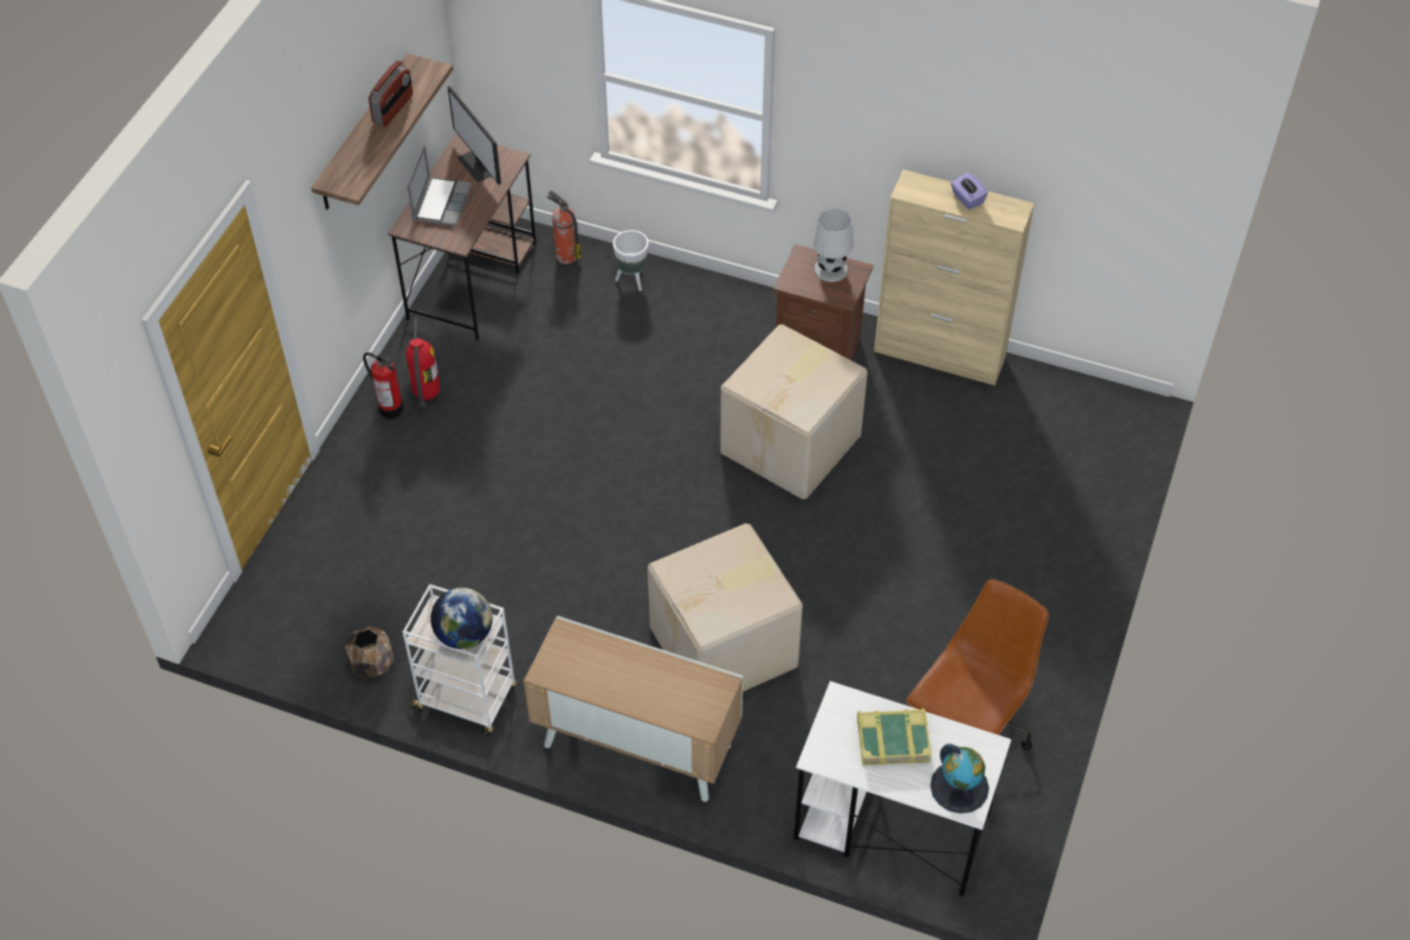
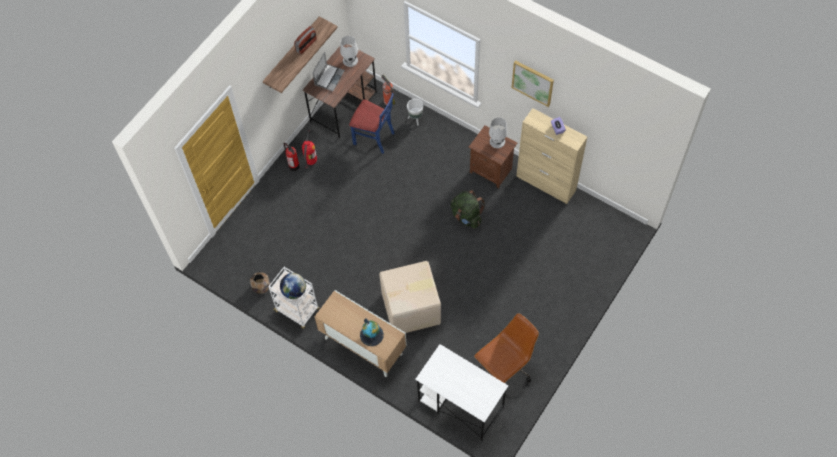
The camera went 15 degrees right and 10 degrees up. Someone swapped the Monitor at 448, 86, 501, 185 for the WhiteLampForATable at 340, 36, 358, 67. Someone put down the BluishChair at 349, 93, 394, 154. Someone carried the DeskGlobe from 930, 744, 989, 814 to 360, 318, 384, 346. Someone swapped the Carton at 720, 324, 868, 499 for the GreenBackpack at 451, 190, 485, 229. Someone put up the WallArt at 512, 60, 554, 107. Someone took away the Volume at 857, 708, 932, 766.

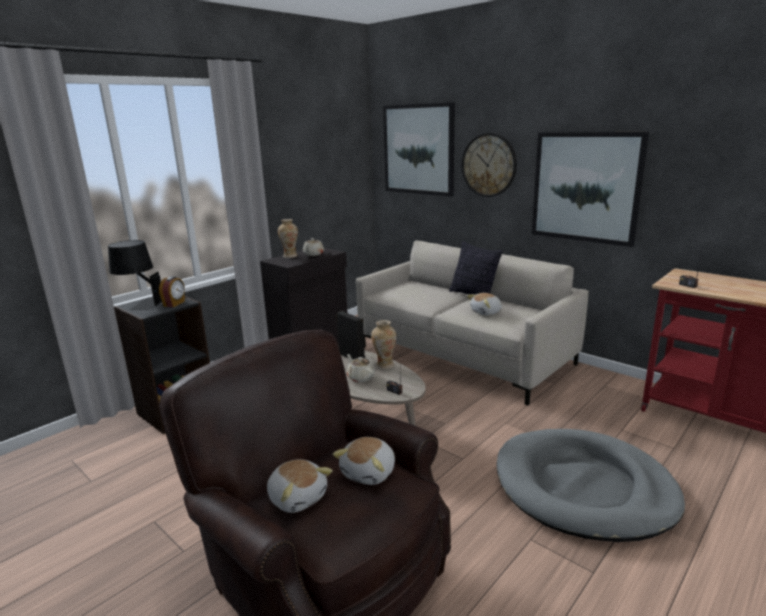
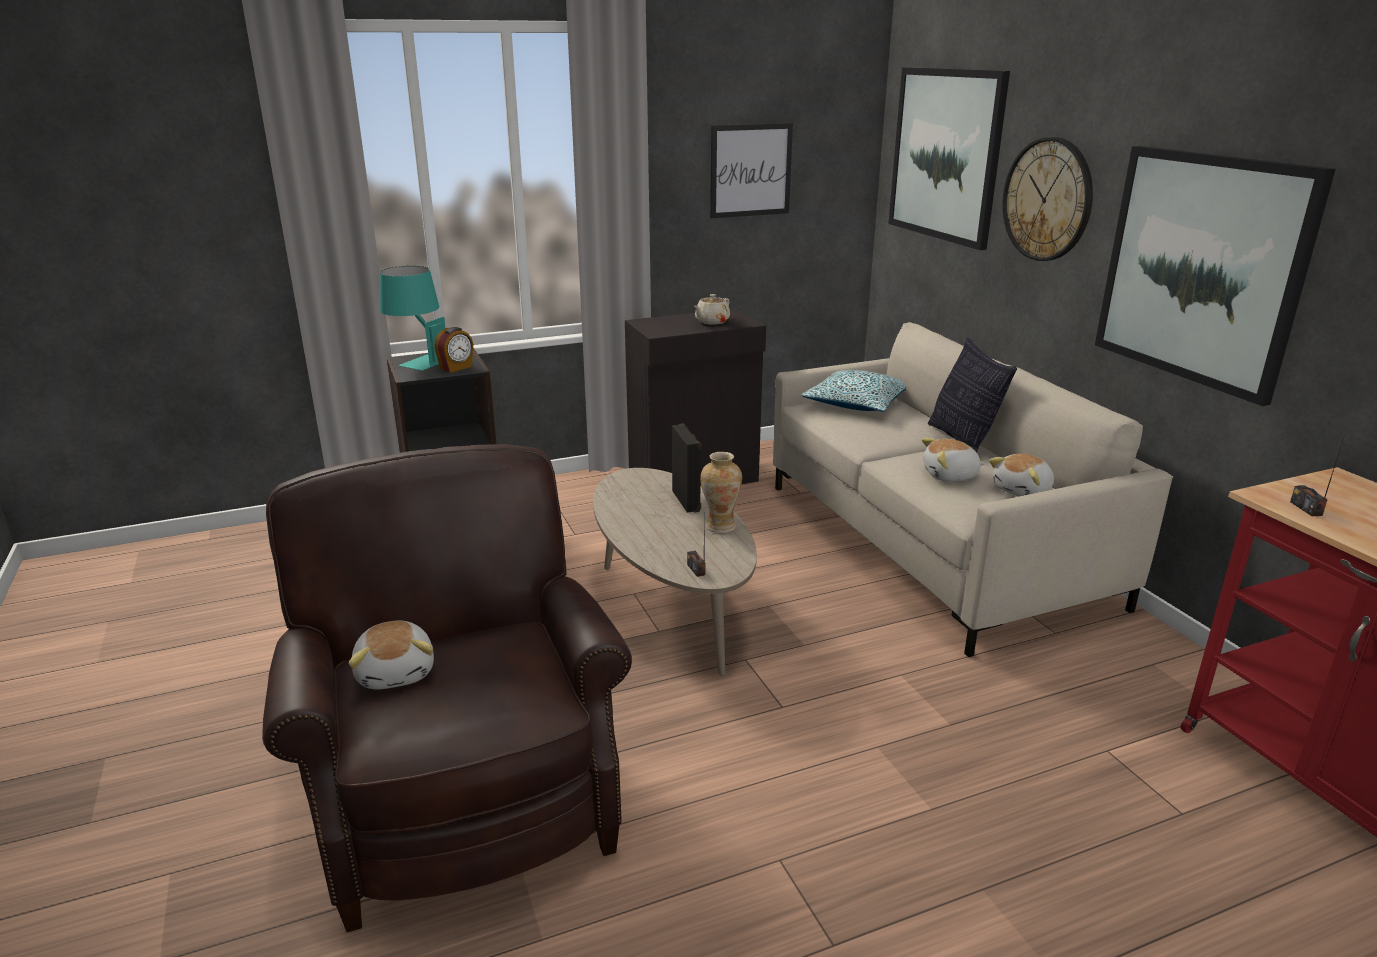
The camera went 25 degrees right and 5 degrees up. Someone repainted the BlackLampForATable at 108, 240, 162, 310, which became the TurquoiseColouredLampForATable at 380, 266, 446, 371. Someone put up the WallArt at 710, 123, 793, 218. Someone put down the Cushion at 801, 370, 906, 412. Someone carried the CuddlyToy from 333, 437, 395, 485 to 989, 454, 1054, 497. Someone took away the FlowerVase at 278, 219, 298, 258. Someone took away the BeigeColouredTeaPot at 347, 354, 375, 382. Someone took away the GreyDogCushion at 497, 429, 685, 542.

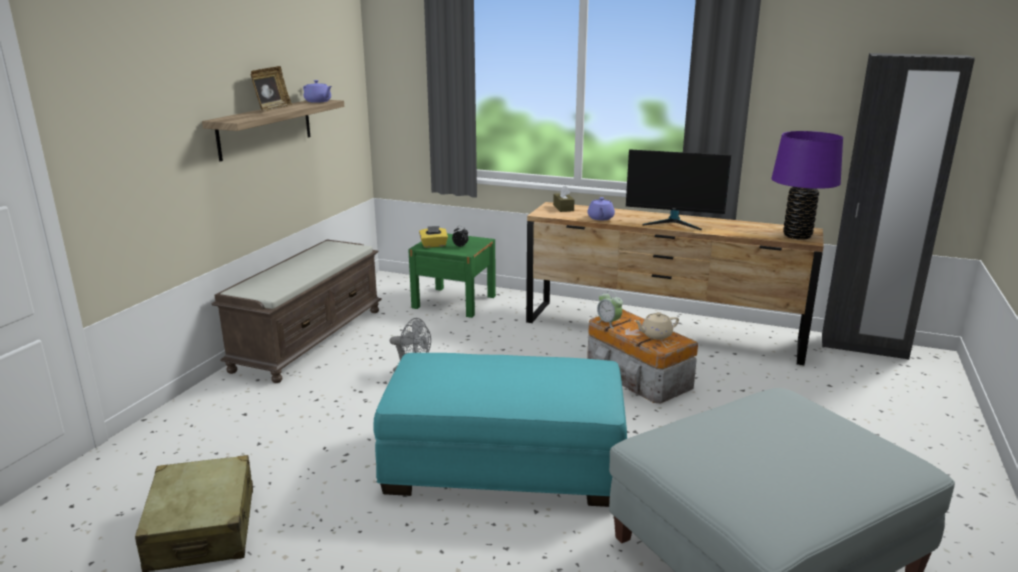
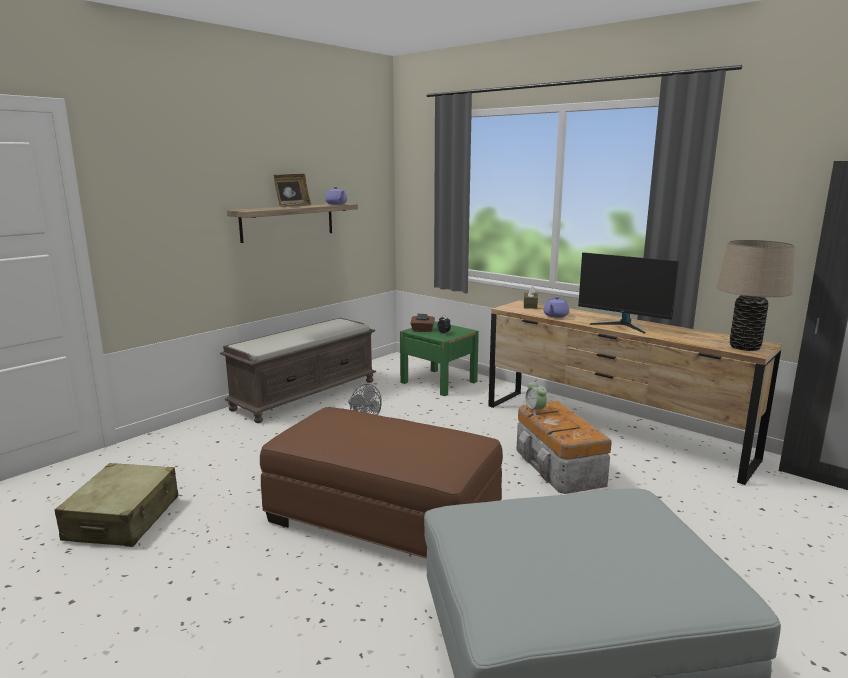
The camera went 20 degrees right and 5 degrees down. Someone repainted the TurquoiseColouredOttoman at 373, 353, 627, 507, which became the BrownColouredOttoman at 260, 407, 503, 559. Someone repainted the YellowishTissueBox at 419, 226, 448, 248, which became the BrownColouredTissueBox at 410, 313, 435, 332. Someone repainted the PurpleColouredLampForATable at 771, 131, 843, 240, which became the BeigeColouredLampForATable at 717, 240, 795, 351. Someone took away the BeigeColouredTeaPot at 634, 312, 679, 339.

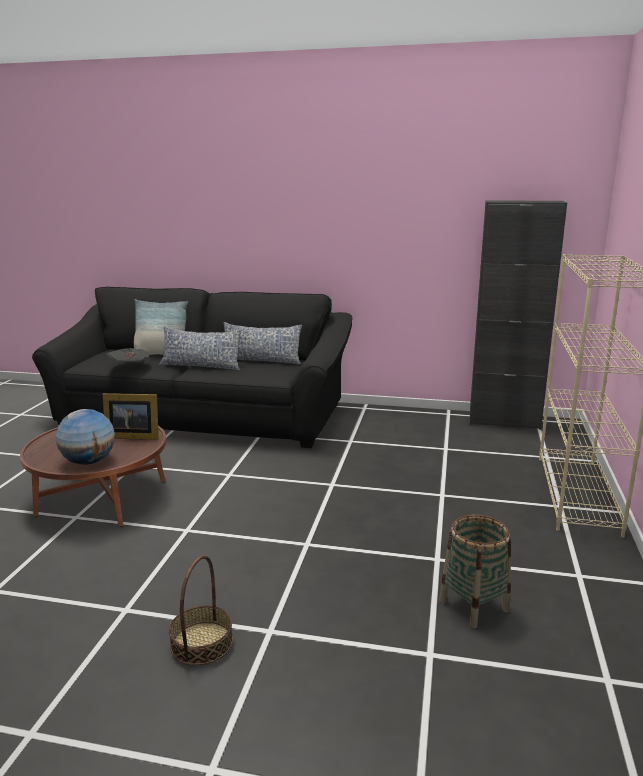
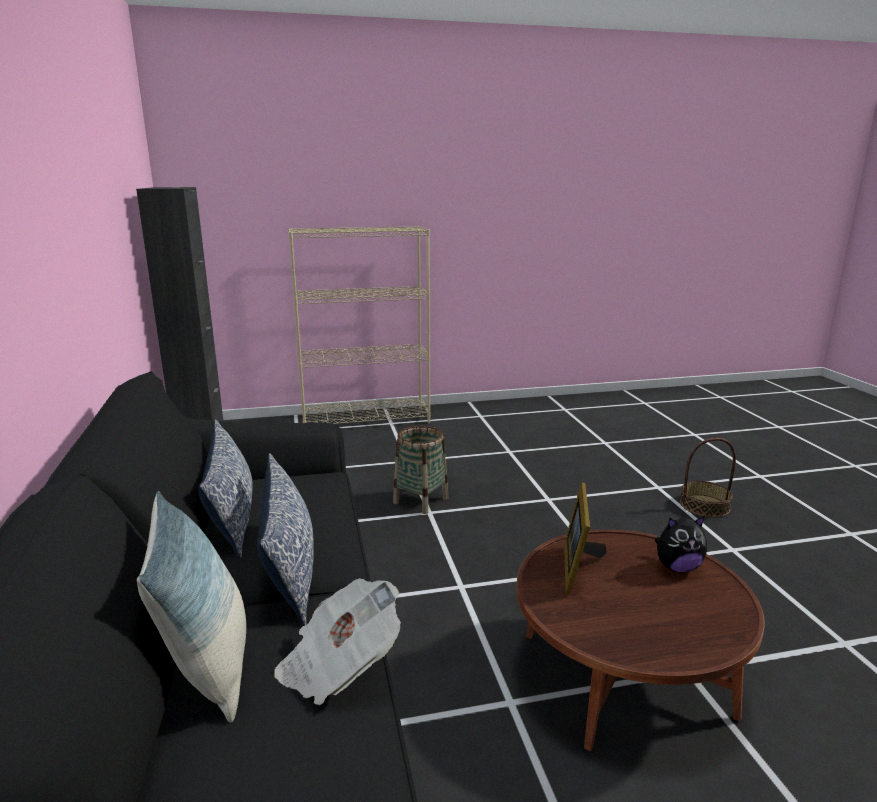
The camera went 115 degrees left and 0 degrees up. Someone carried the StorageBasket from 439, 514, 511, 628 to 393, 426, 448, 514. Someone rotated the PictureFrame at 103, 393, 159, 440 by 150 degrees counterclockwise. Someone swapped the DeskGlobe at 56, 409, 115, 465 for the CuddlyToy at 655, 516, 707, 573.

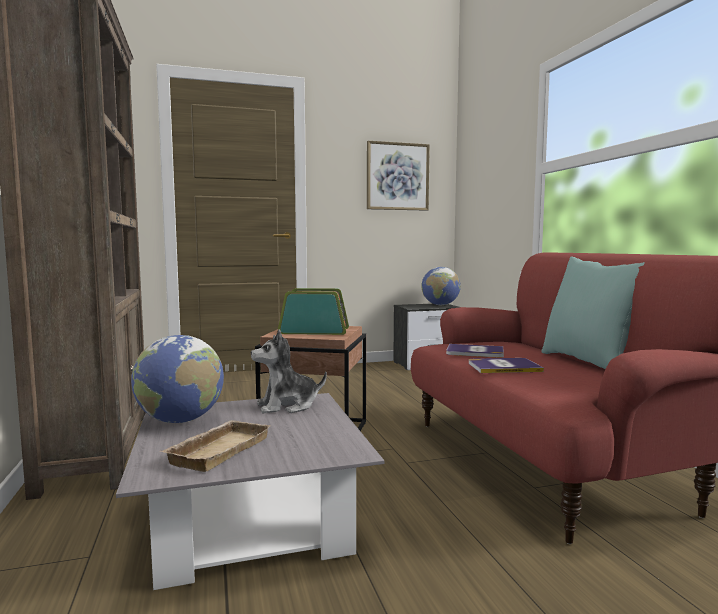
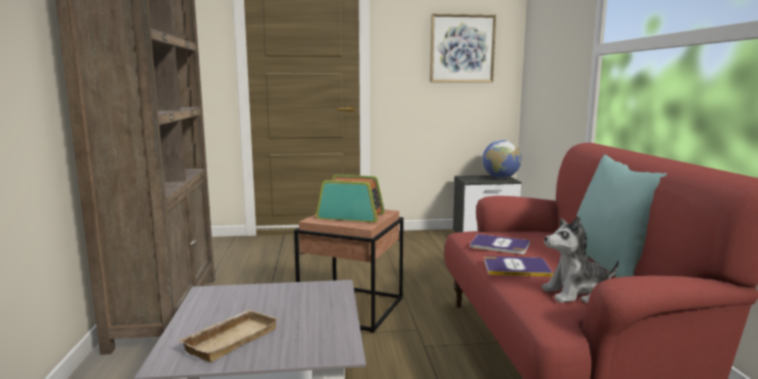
The camera went 10 degrees right and 5 degrees up. Someone carried the CuddlyToy from 251, 330, 327, 413 to 542, 216, 619, 303. Someone took away the DeskGlobe at 131, 335, 224, 423.

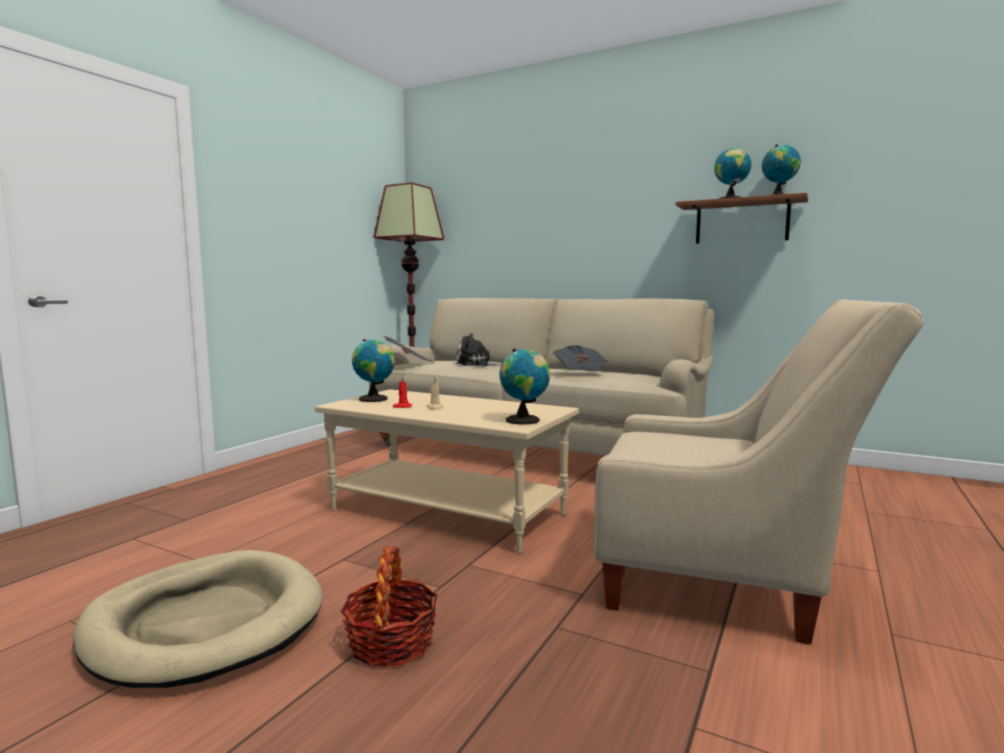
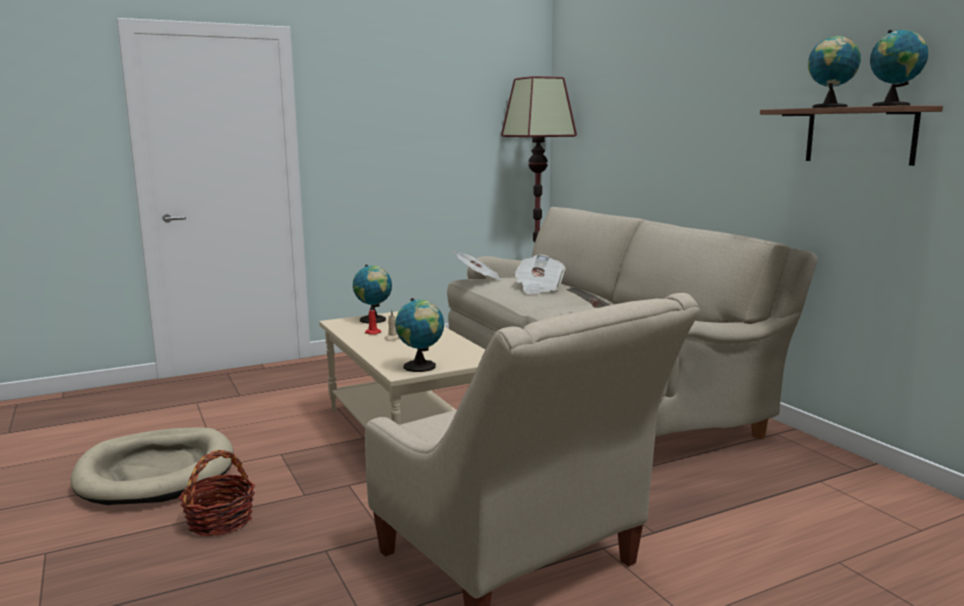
The camera went 35 degrees right and 5 degrees up. Someone swapped the CuddlyToy at 456, 333, 502, 366 for the Newspaper at 514, 254, 566, 294.

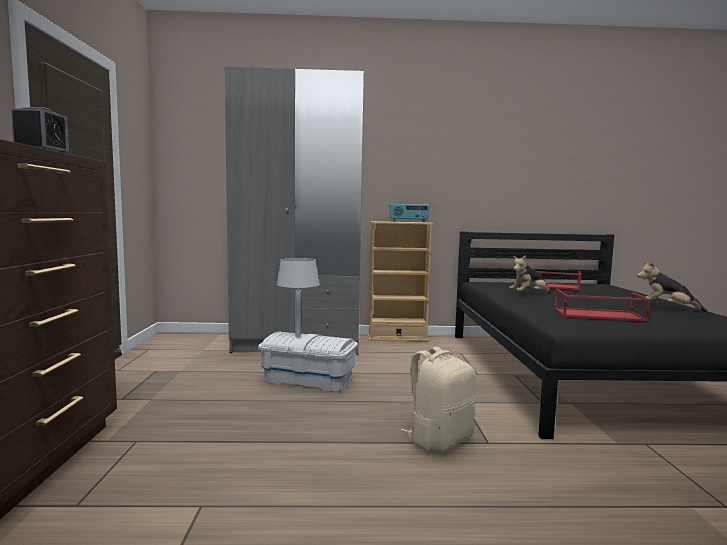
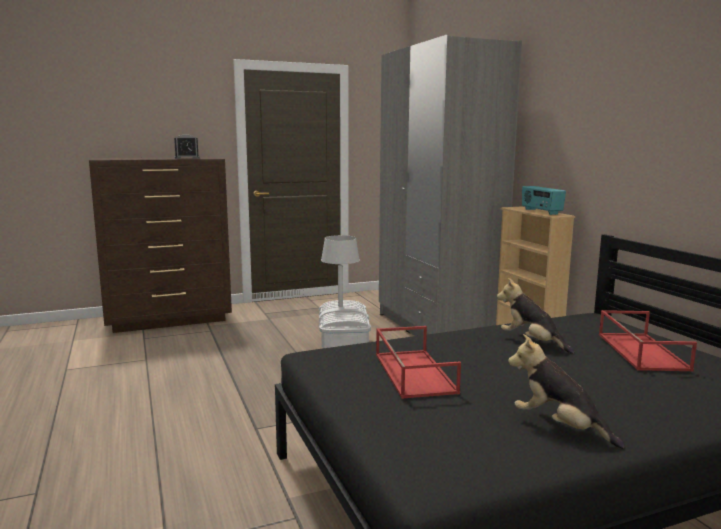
The camera went 70 degrees right and 5 degrees up. Someone rotated the CuddlyToy at 637, 262, 708, 312 by 60 degrees counterclockwise. Someone took away the BeigeColouredBackpack at 401, 347, 476, 454.

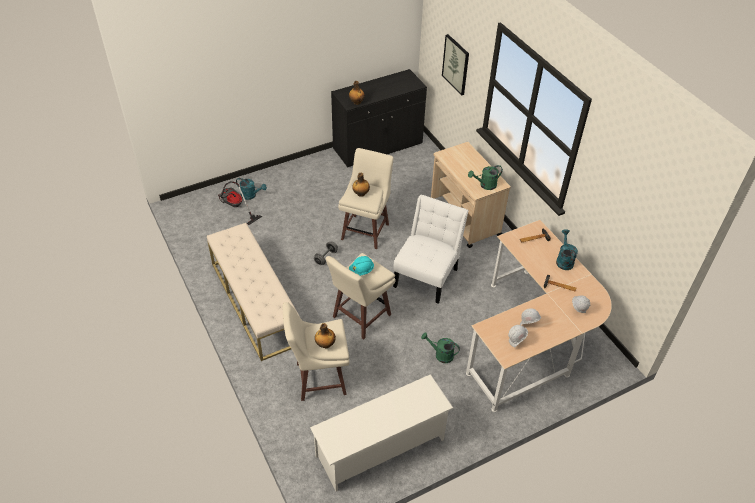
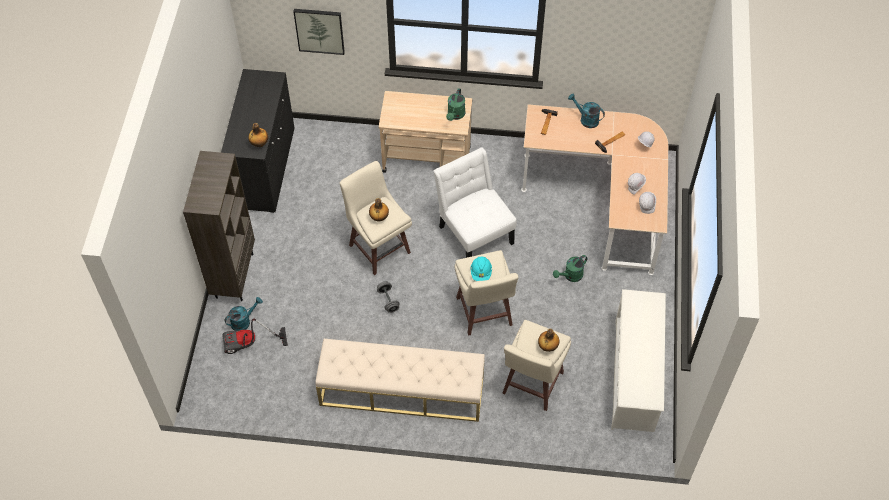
The camera went 55 degrees left and 10 degrees up. Someone put down the BrownColouredBookcase at 183, 151, 255, 301.

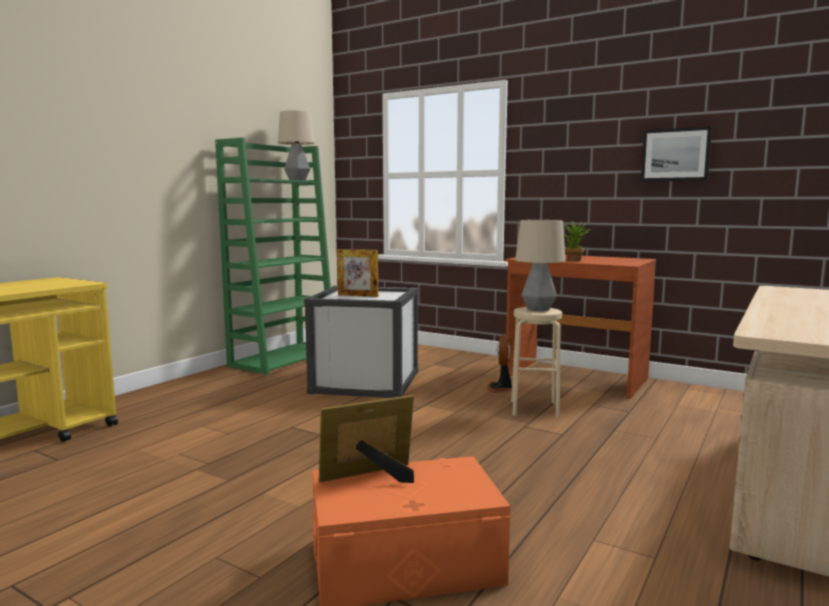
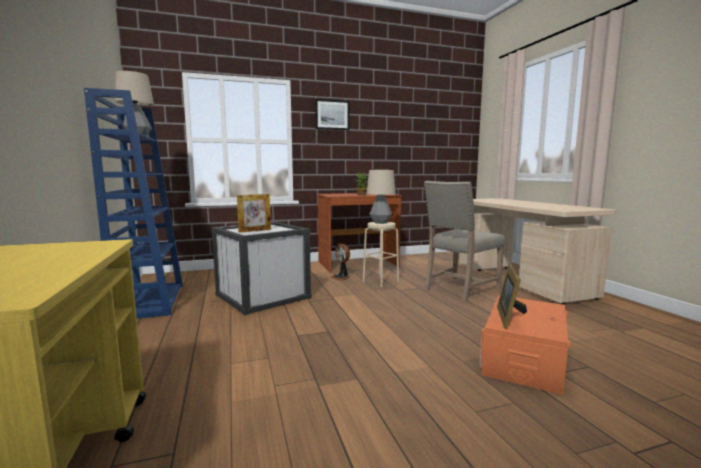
The camera went 50 degrees left and 0 degrees up. Someone repainted the GreenBookcase at 215, 138, 331, 375, which became the BluishBookcase at 84, 88, 183, 319. Someone carried the WallArt from 641, 126, 712, 182 to 315, 99, 349, 130. Someone put down the BeigeColouredChair at 424, 181, 505, 301.

